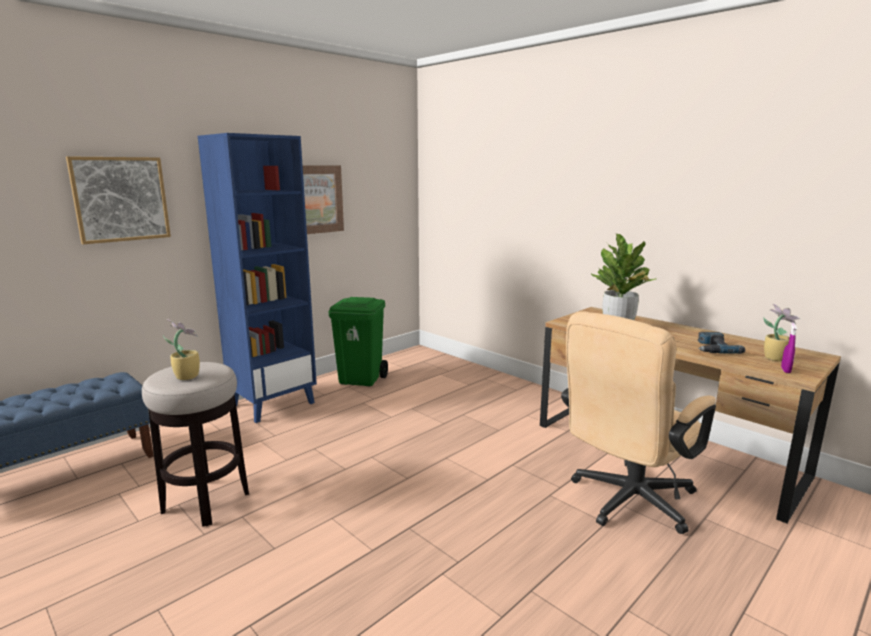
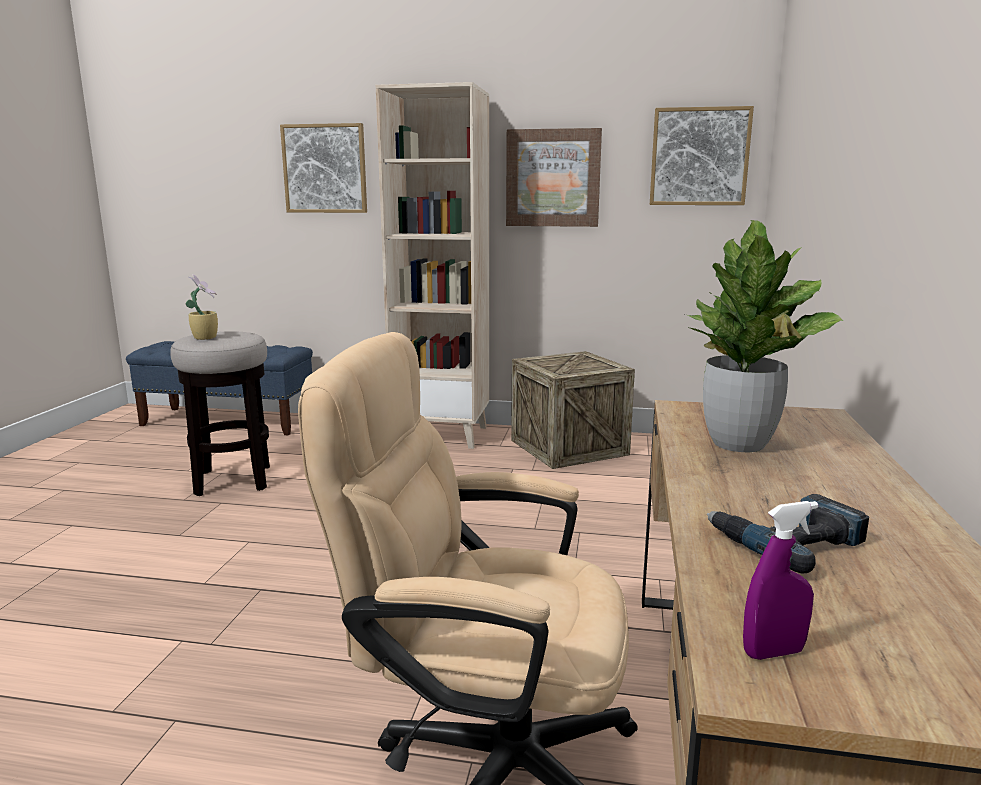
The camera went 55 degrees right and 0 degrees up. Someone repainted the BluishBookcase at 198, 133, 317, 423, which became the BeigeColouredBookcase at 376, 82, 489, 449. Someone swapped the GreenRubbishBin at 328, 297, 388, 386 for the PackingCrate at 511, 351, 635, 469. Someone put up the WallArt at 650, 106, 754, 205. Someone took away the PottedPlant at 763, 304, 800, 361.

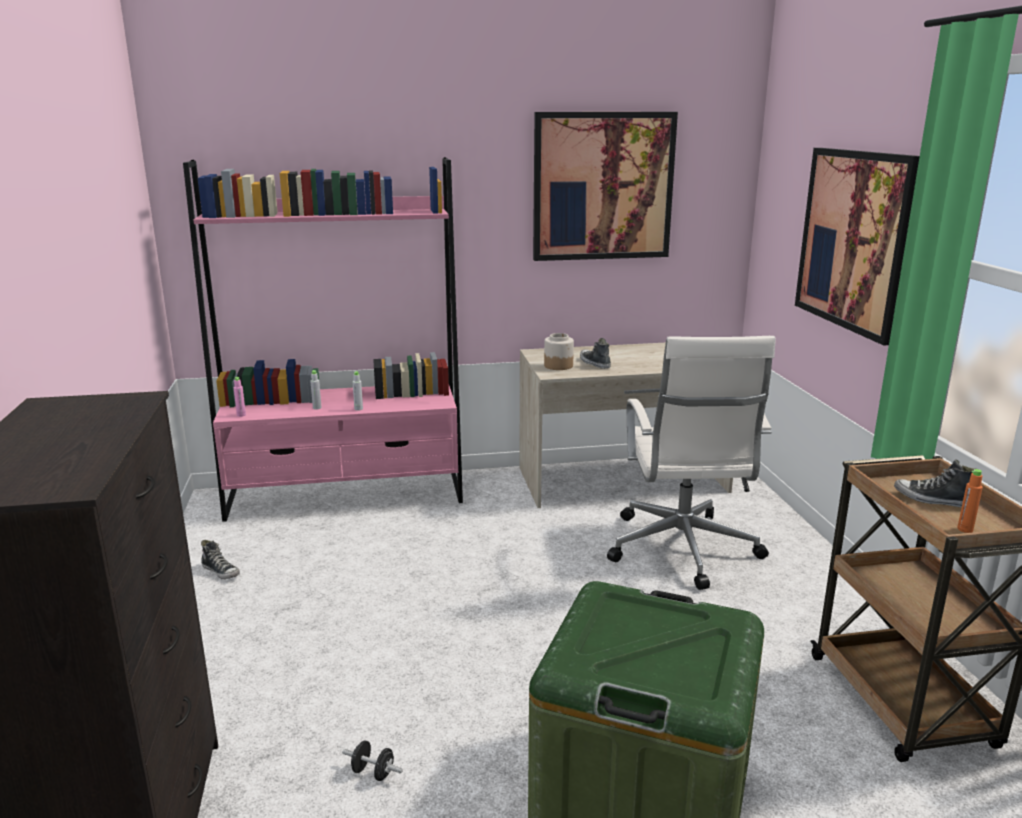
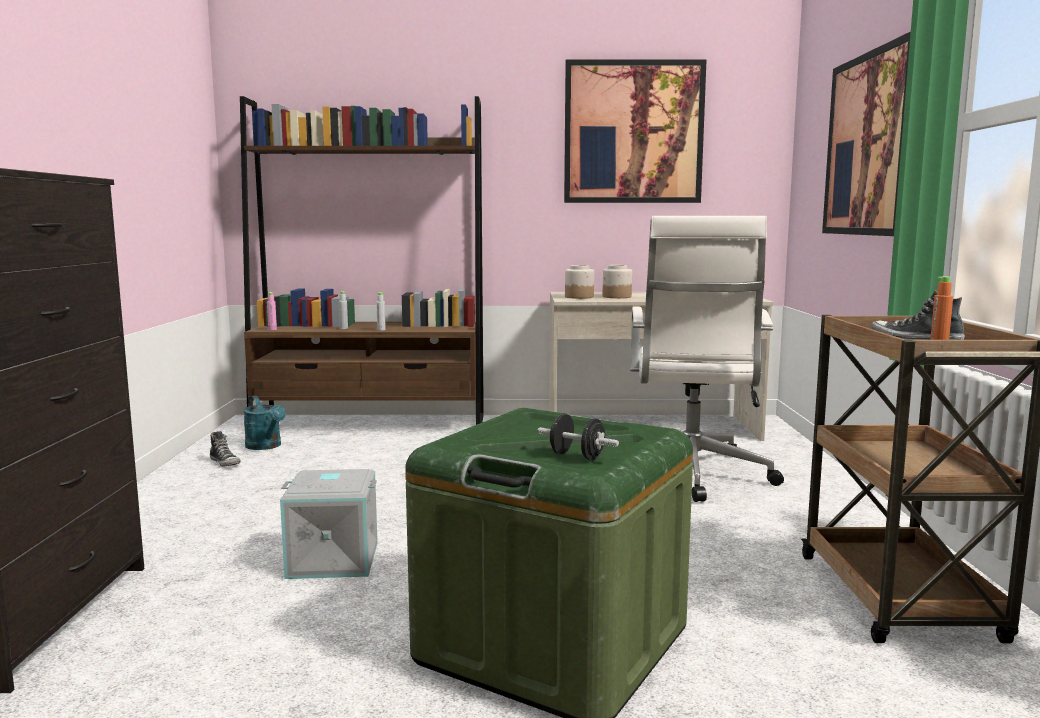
The camera went 10 degrees right and 10 degrees down. Someone repainted the PinkBookcase at 183, 157, 463, 522, which became the BrownColouredBookcase at 240, 96, 484, 425. Someone put down the TurquoiseColouredWateringPot at 243, 395, 286, 450. Someone put down the GreyStorageBin at 280, 469, 378, 579. Someone carried the BlackHandWeight from 342, 741, 403, 781 to 537, 414, 619, 460. Someone swapped the Shoe at 580, 338, 611, 369 for the StorageJar at 603, 265, 632, 298.

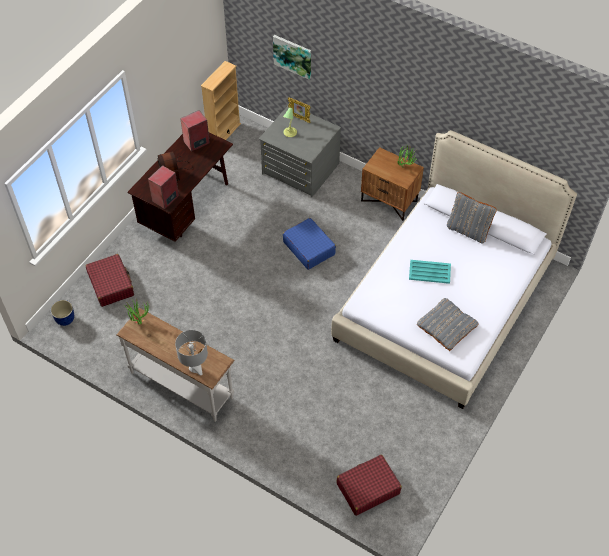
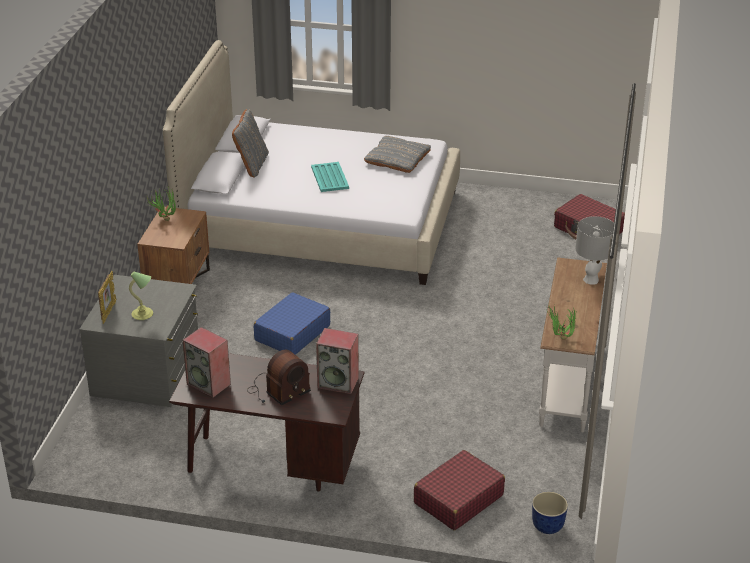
The camera went 110 degrees left and 20 degrees down. Someone took away the BeigeColouredBookcase at 201, 61, 241, 140. Someone took away the WallArt at 273, 35, 311, 80.

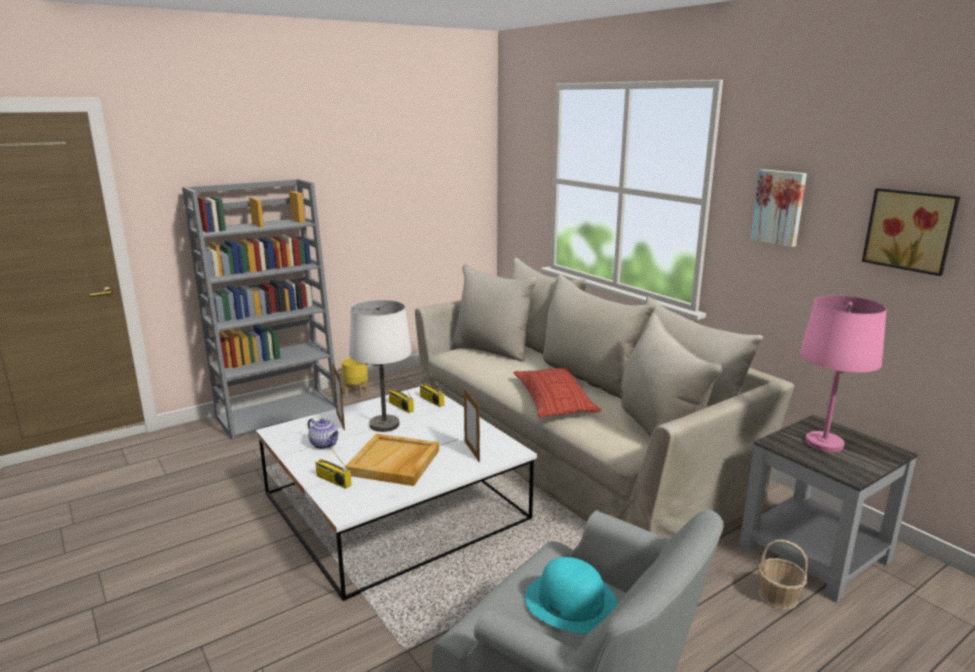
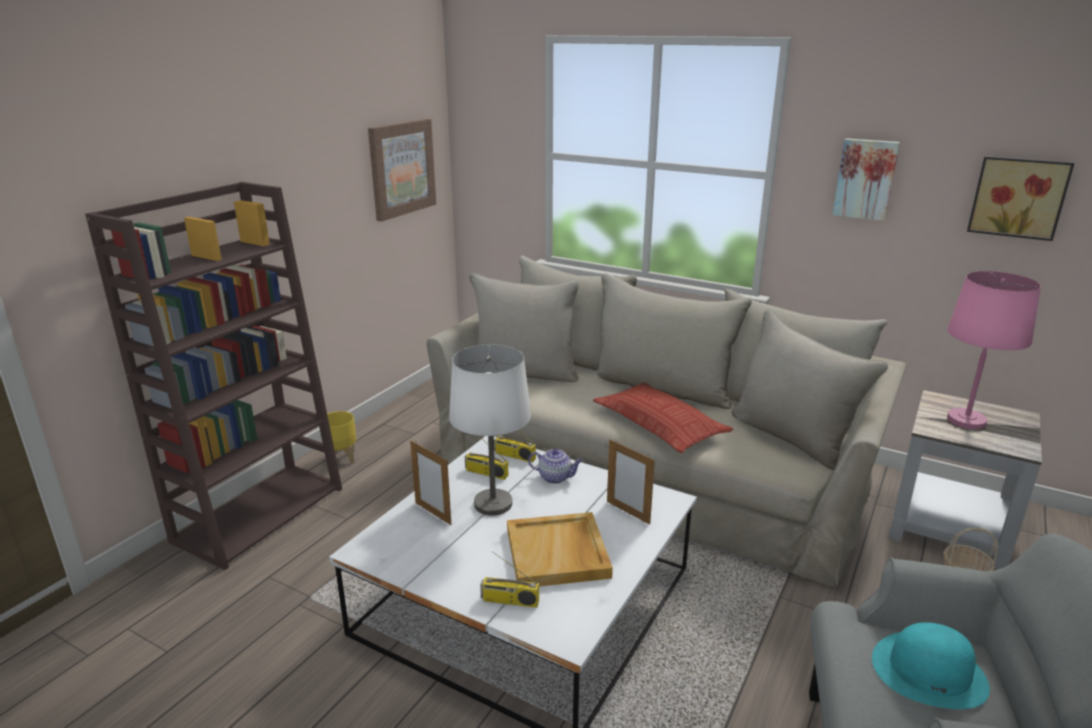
The camera went 25 degrees left and 5 degrees up. Someone repainted the GreyBookcase at 182, 179, 336, 440, which became the BrownColouredBookcase at 85, 182, 342, 570. Someone put up the WallArt at 368, 119, 436, 221. Someone carried the TeaPot from 308, 418, 339, 449 to 528, 449, 583, 484.

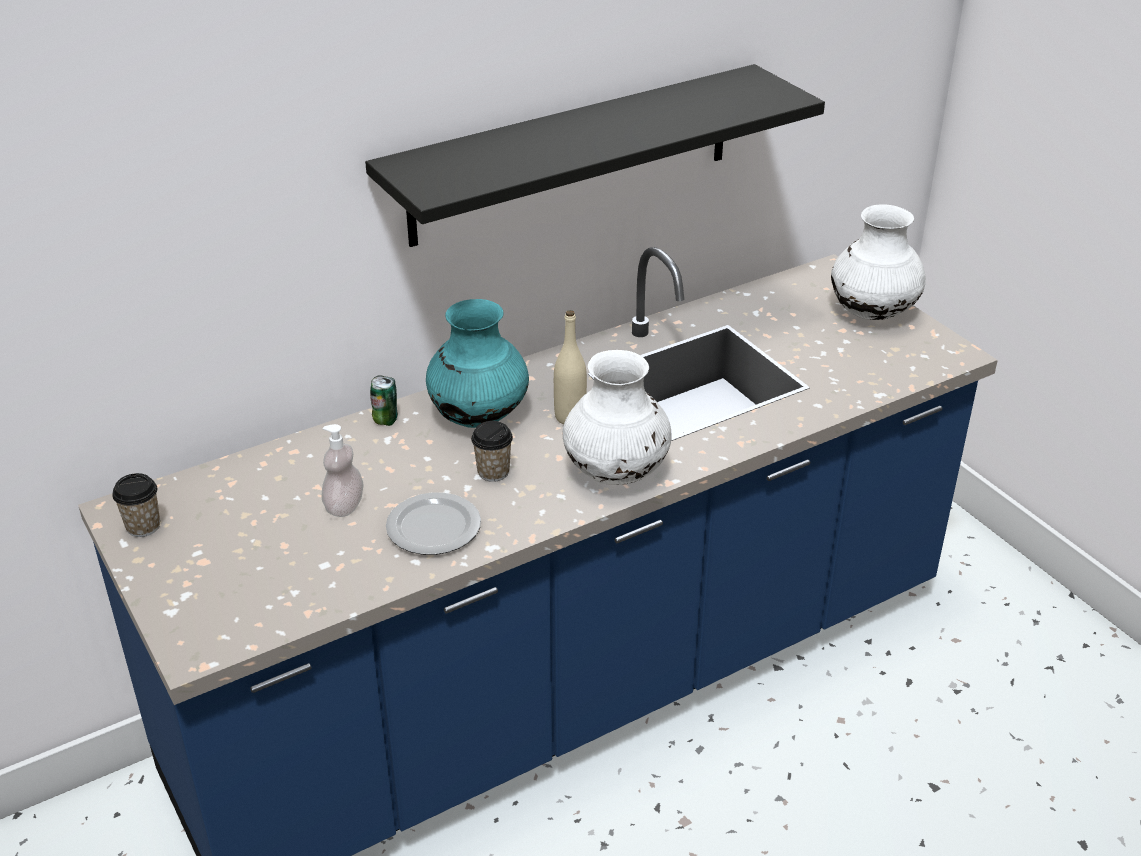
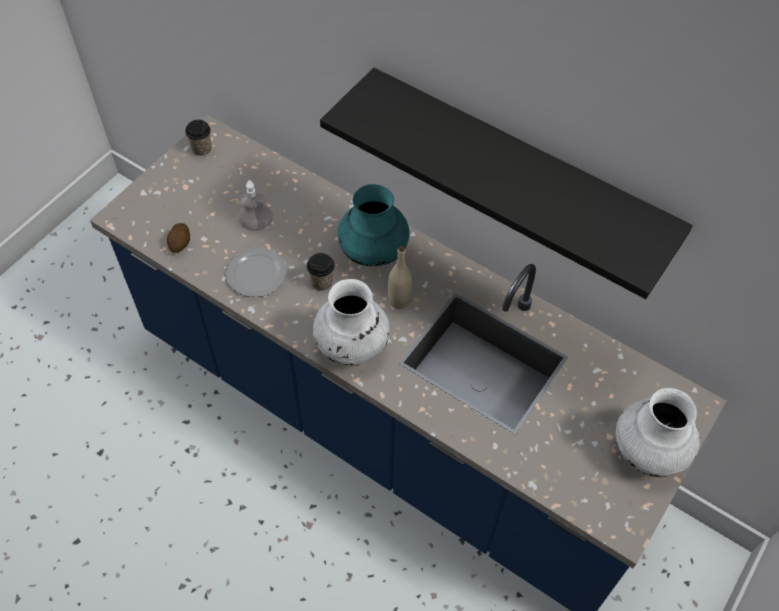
The camera went 65 degrees right and 20 degrees up. Someone put down the WholePotato at 167, 223, 190, 253. Someone took away the MetalCan at 370, 375, 398, 426.

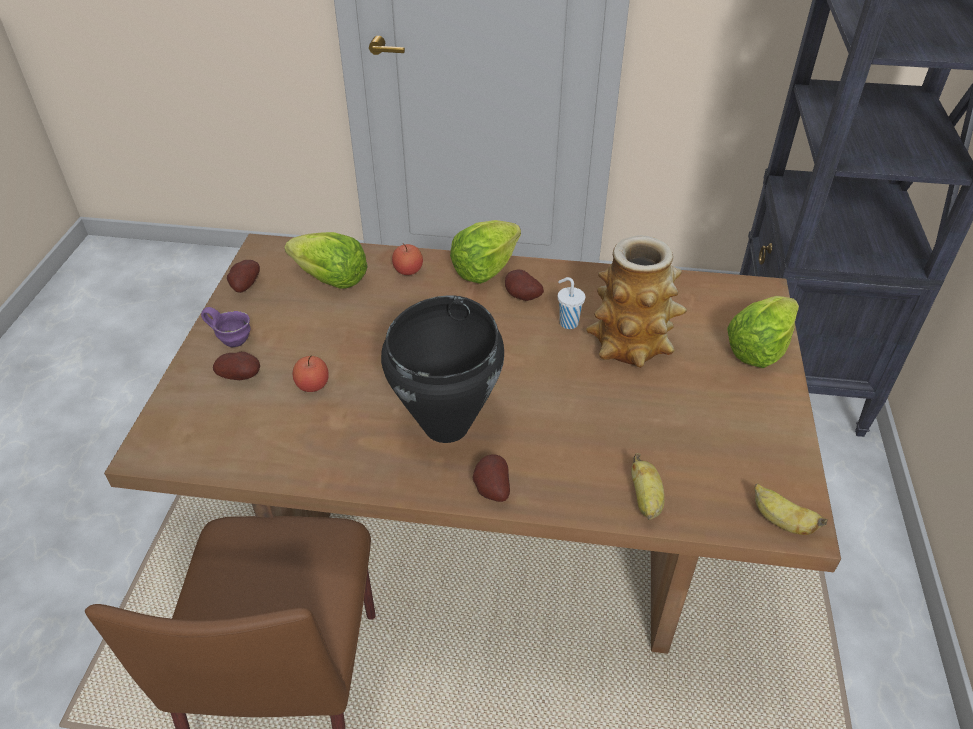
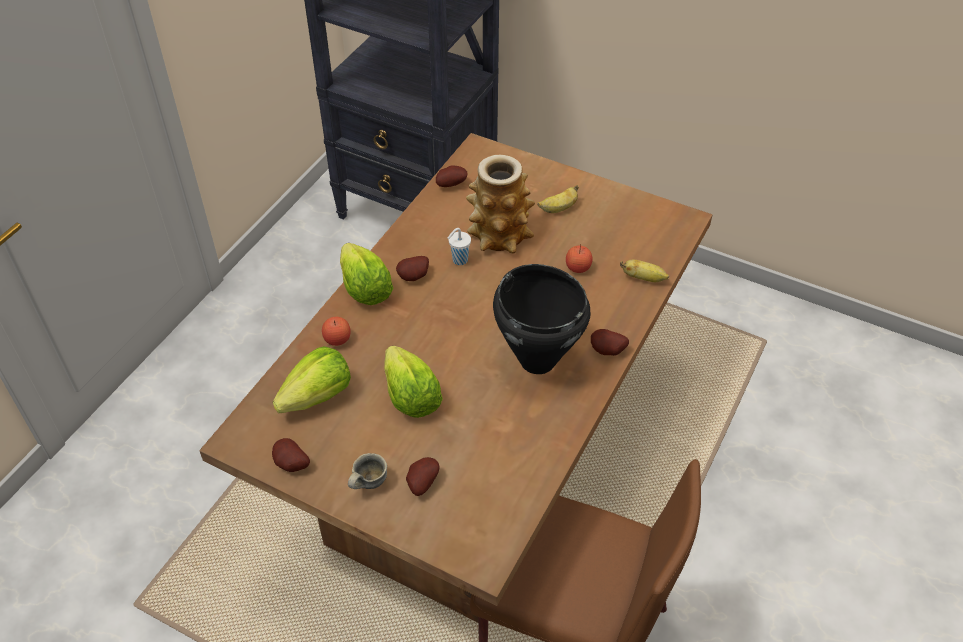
The camera went 70 degrees left and 5 degrees up. Someone repainted the PurpleColouredCoffeeMug at 201, 307, 250, 347, which became the GreyCoffeeMug at 348, 453, 387, 489. Someone carried the LettuceHead from 727, 296, 799, 368 to 384, 346, 443, 418. Someone put down the WholePotato at 436, 165, 467, 187. Someone carried the WholeBanana from 754, 483, 828, 535 to 537, 185, 579, 213. Someone carried the Apple from 292, 356, 329, 392 to 566, 244, 592, 273.

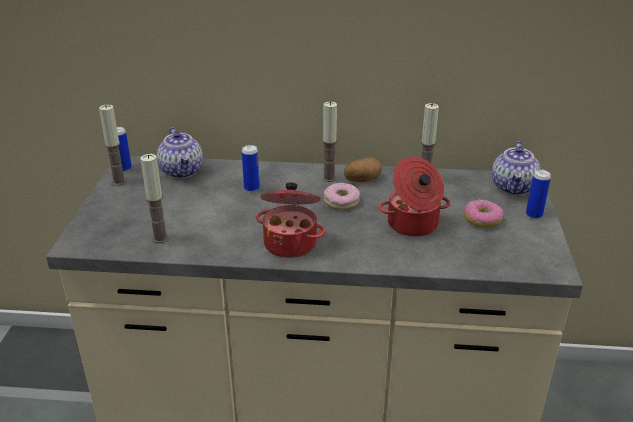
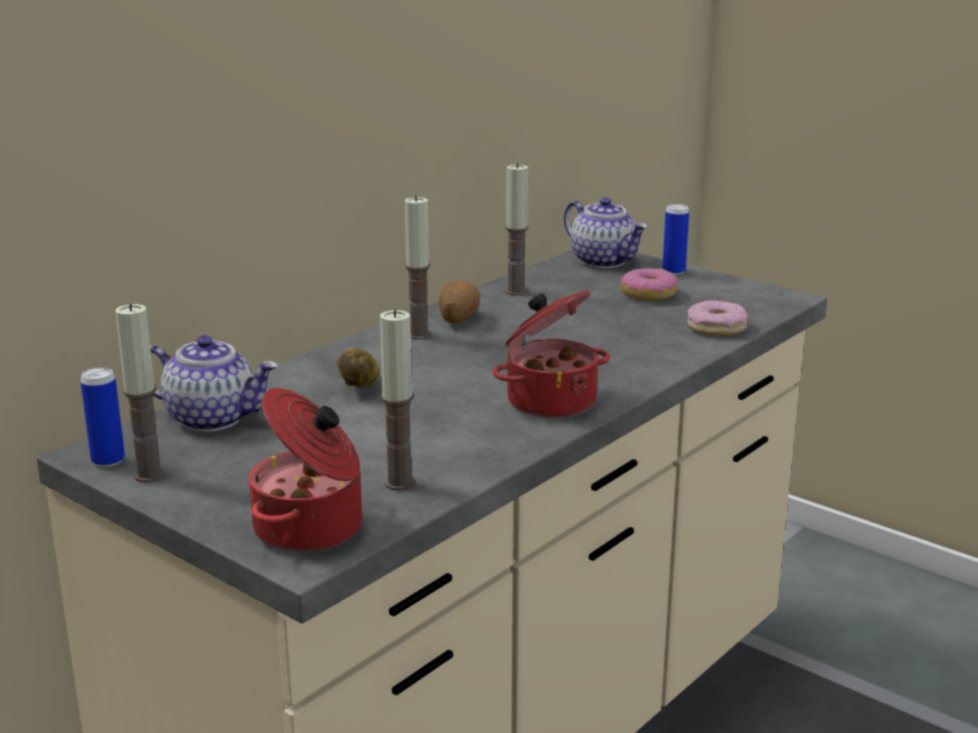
The camera went 55 degrees left and 10 degrees down. Someone carried the Stockpot from 379, 157, 450, 237 to 249, 388, 362, 552. Someone swapped the MetalCan at 242, 145, 260, 192 for the WholePotato at 337, 348, 379, 387. Someone carried the Donut from 324, 183, 360, 210 to 687, 300, 748, 336.

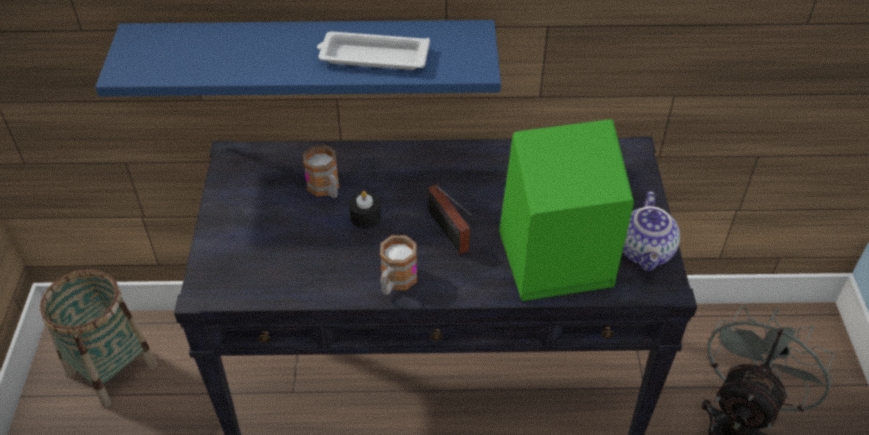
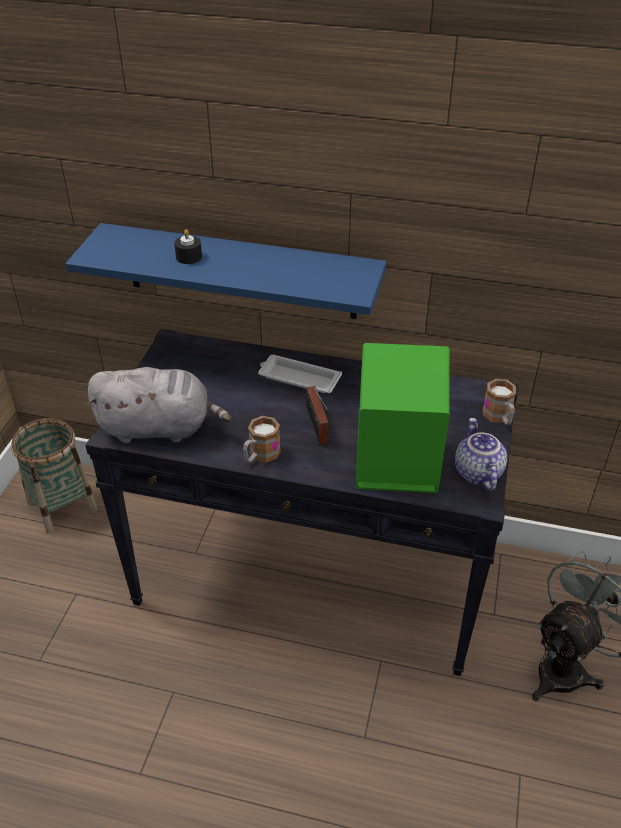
The camera went 15 degrees right and 5 degrees down. Someone put down the GreyCuddlyToy at 87, 367, 232, 443. Someone carried the BlackWaxLight from 349, 191, 381, 229 to 174, 229, 202, 264. Someone carried the WhiteCarryingTray from 317, 31, 430, 70 to 258, 355, 342, 393. Someone rotated the TeaPot at 623, 192, 680, 271 by 150 degrees clockwise. Someone carried the CoffeeMug from 303, 145, 339, 198 to 483, 379, 516, 425.

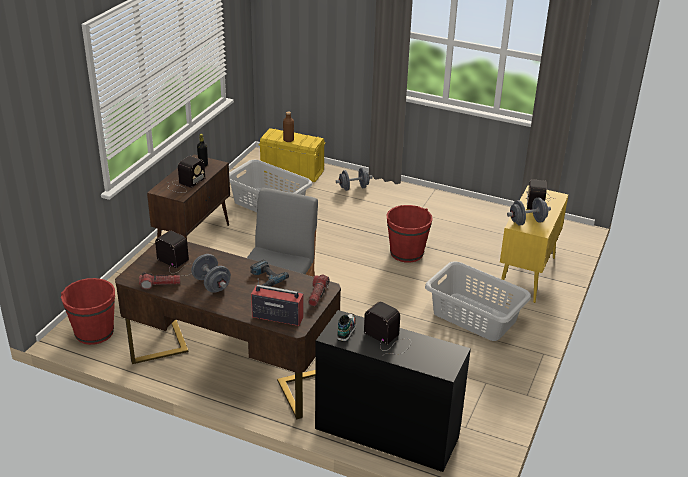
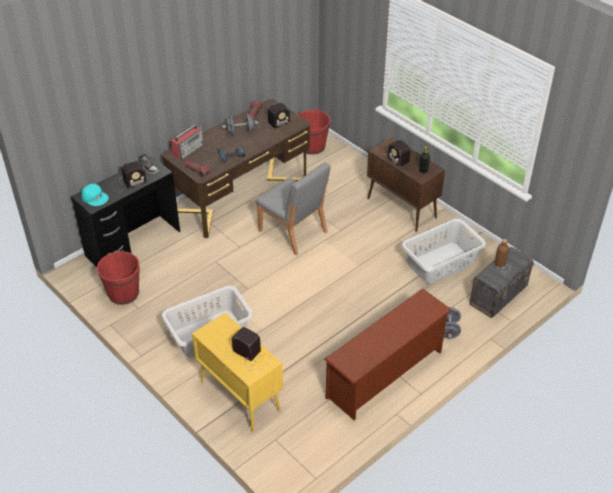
The camera went 115 degrees right and 10 degrees up. Someone put down the TurquoiseColouredCap at 81, 184, 109, 206. Someone carried the RedColouredPail from 387, 205, 432, 263 to 97, 250, 140, 305. Someone put down the BrownColouredShoeShelf at 324, 288, 452, 420. Someone repainted the YellowishStorageBin at 258, 128, 326, 182, which became the GreyStorageBin at 469, 247, 534, 318. Someone took away the GreyHandWeight at 507, 198, 551, 226.

